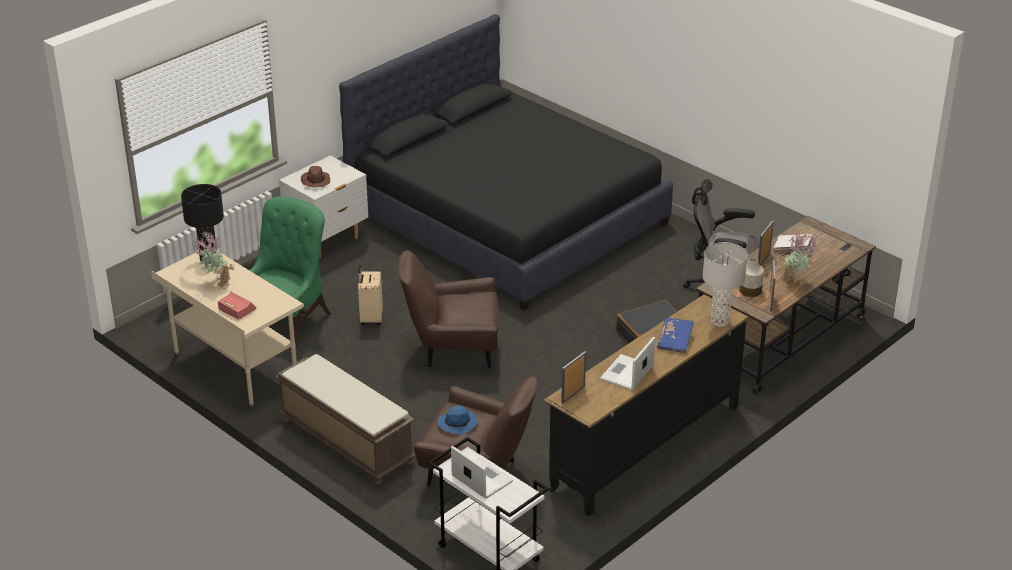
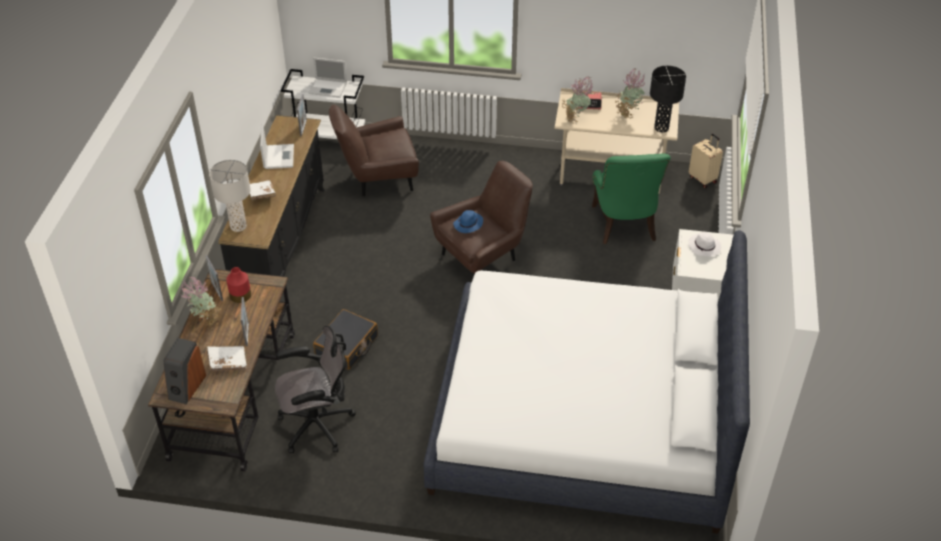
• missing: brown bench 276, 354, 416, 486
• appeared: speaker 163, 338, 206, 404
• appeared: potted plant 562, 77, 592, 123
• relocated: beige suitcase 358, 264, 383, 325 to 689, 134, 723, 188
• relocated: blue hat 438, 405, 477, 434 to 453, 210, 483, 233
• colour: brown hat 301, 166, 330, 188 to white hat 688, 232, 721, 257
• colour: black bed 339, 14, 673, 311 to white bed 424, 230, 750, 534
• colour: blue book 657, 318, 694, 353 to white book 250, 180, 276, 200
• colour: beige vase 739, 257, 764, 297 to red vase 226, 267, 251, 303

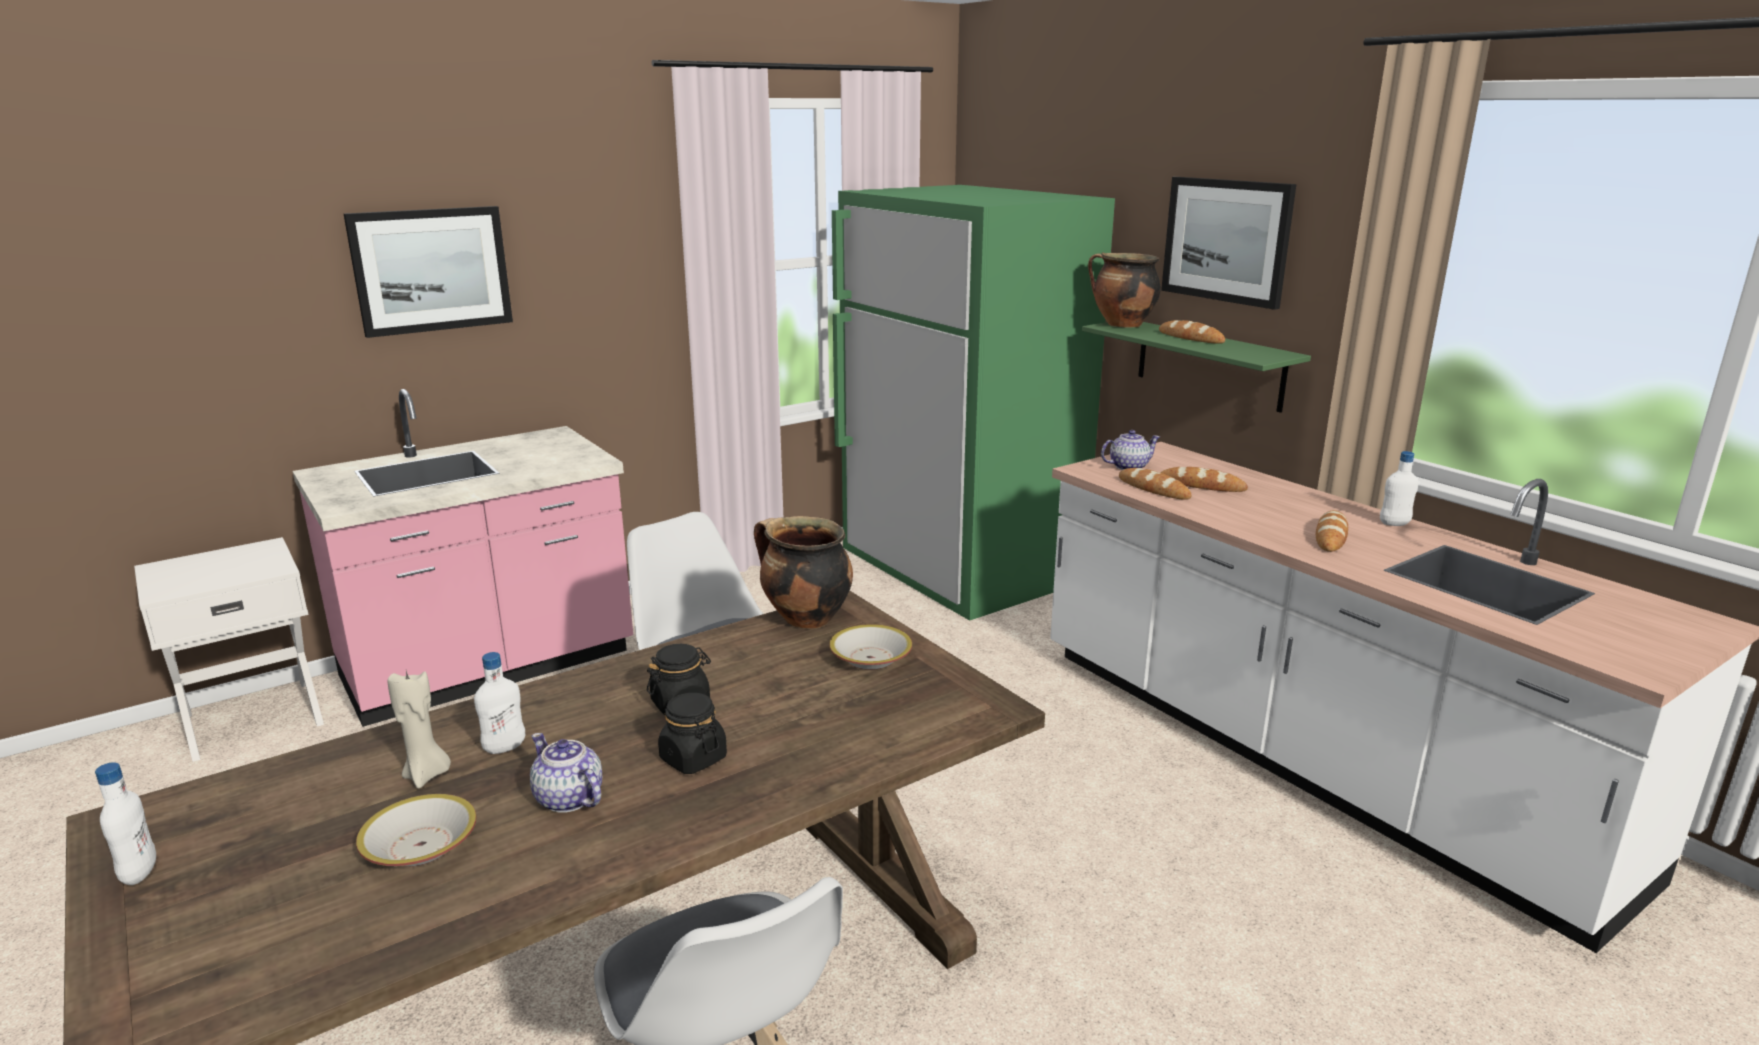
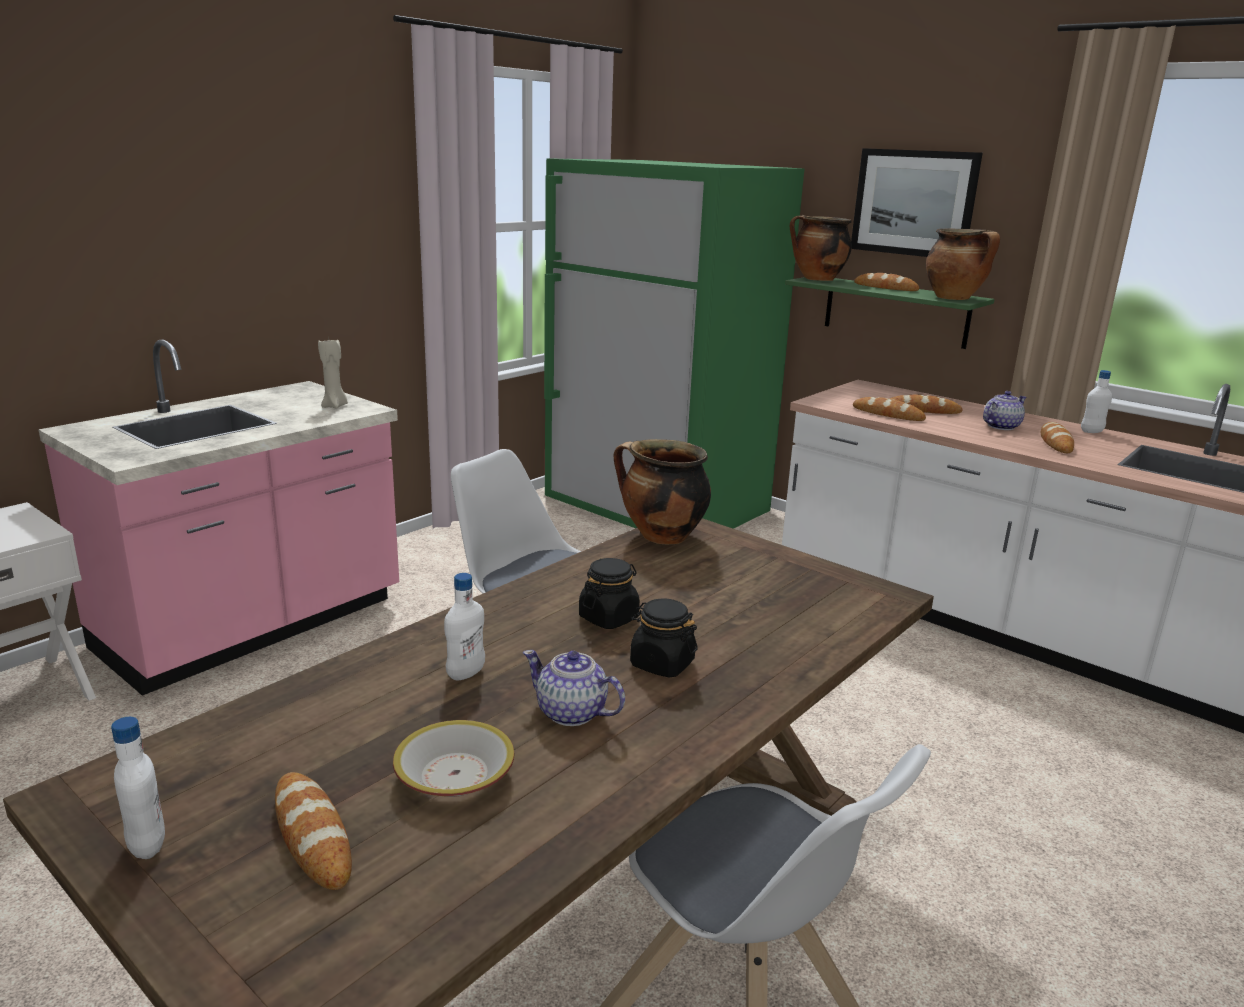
• missing: picture 344, 206, 513, 338
• missing: bowl 829, 624, 912, 670
• appeared: bread 275, 772, 352, 890
• appeared: cooking pot 926, 229, 1000, 300
• relocated: beige candle 388, 671, 451, 789 to 318, 336, 348, 409
• relocated: teapot 1101, 430, 1160, 470 to 983, 391, 1027, 430

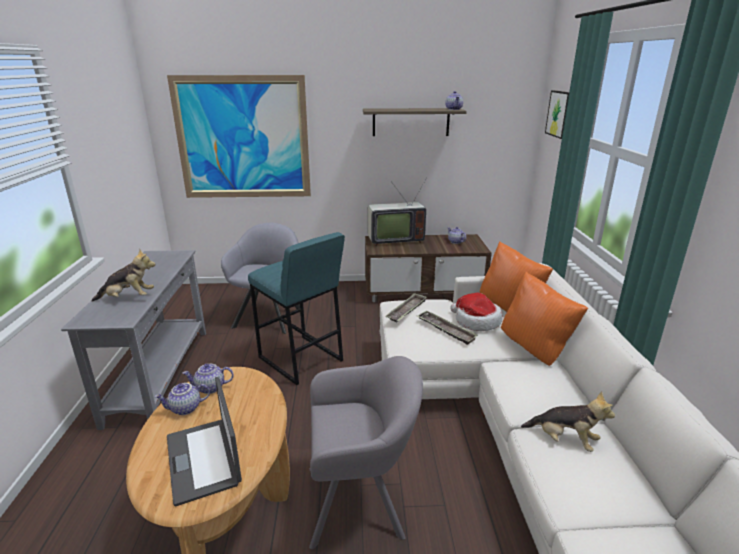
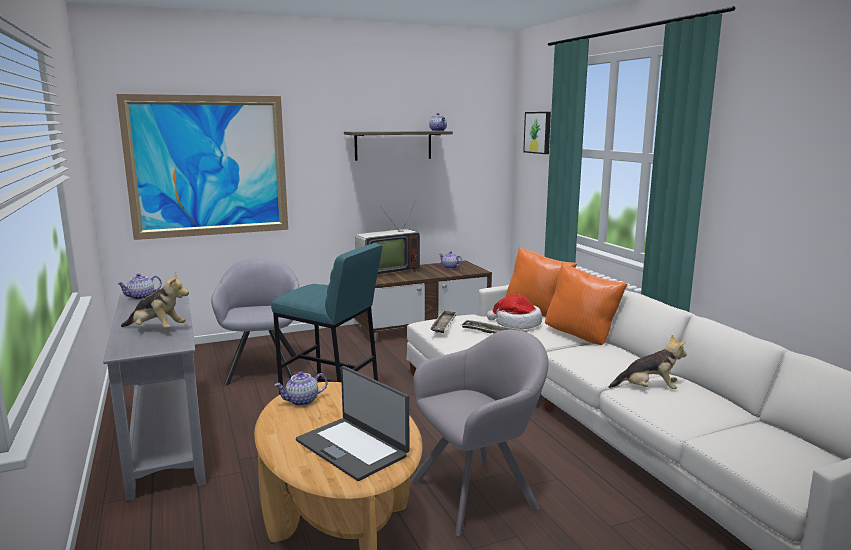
• relocated: teapot 154, 383, 210, 415 to 117, 274, 162, 300
• spun: plush toy 92, 250, 156, 302 = 121, 274, 189, 328 45 degrees clockwise

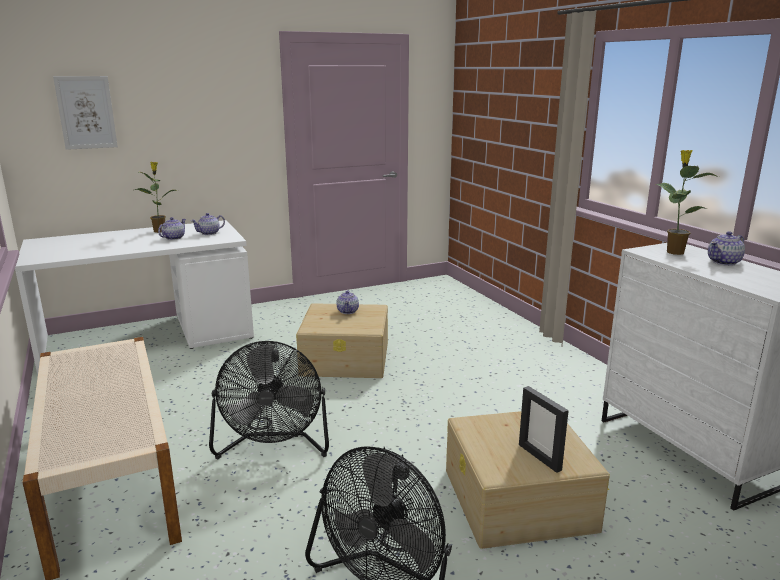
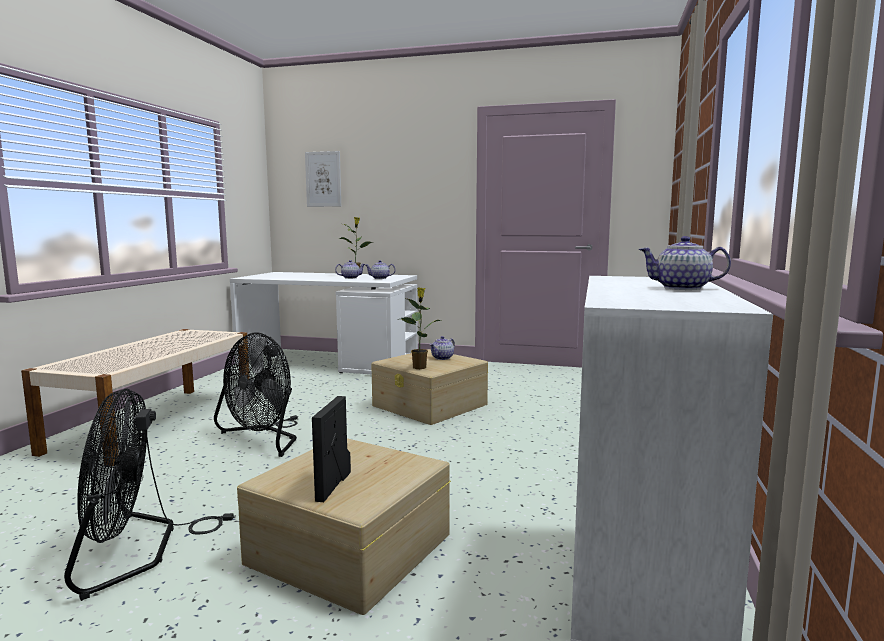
• relocated: potted plant 656, 150, 719, 255 to 401, 287, 442, 369

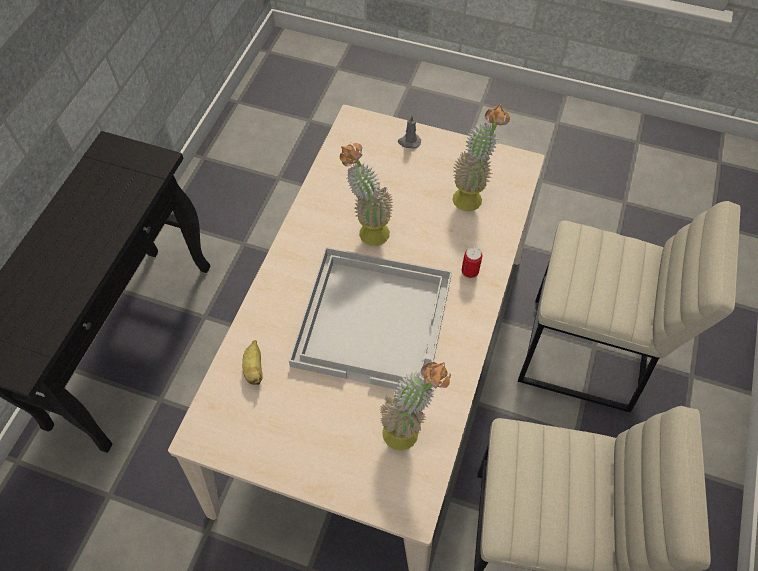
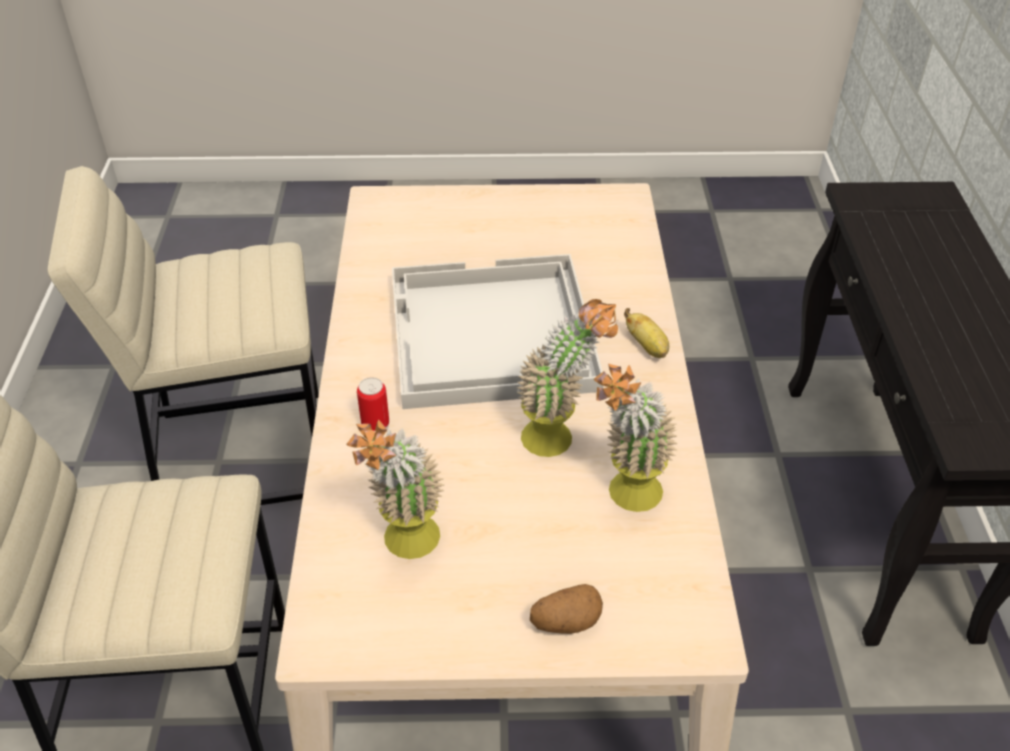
• relocated: banana 242, 340, 263, 385 to 624, 308, 669, 358
• relocated: potted plant 380, 362, 451, 451 to 594, 363, 678, 512
• exchanged: grey candle 398, 115, 421, 149 to potato 530, 584, 603, 634

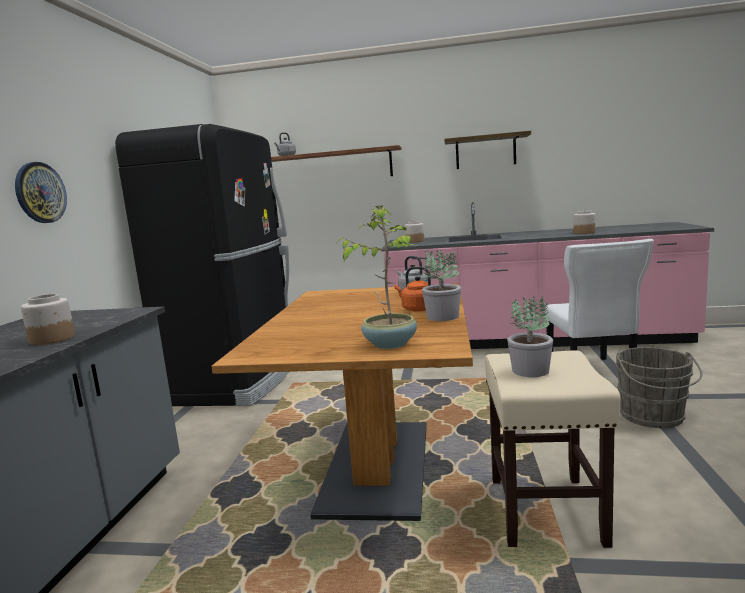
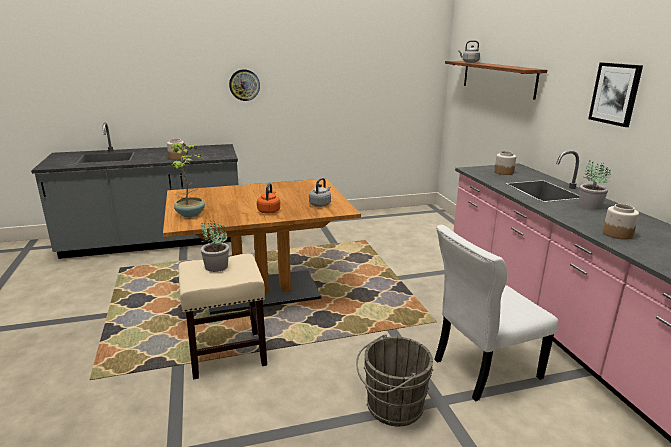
• missing: black fridge 115, 124, 289, 406
• relocated: potted plant 422, 249, 461, 321 to 579, 160, 611, 209
• exchanged: shelf 444, 131, 531, 169 to picture 588, 63, 643, 127

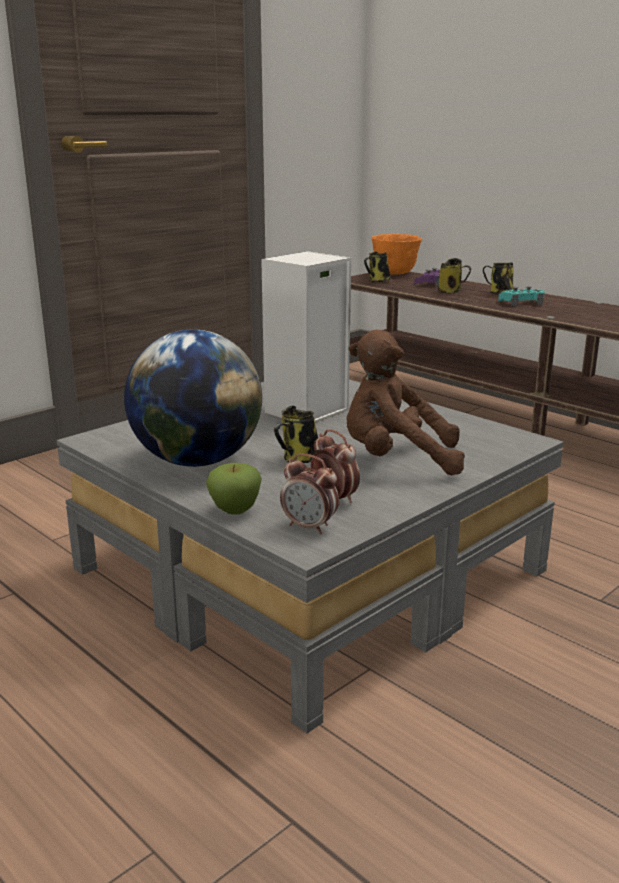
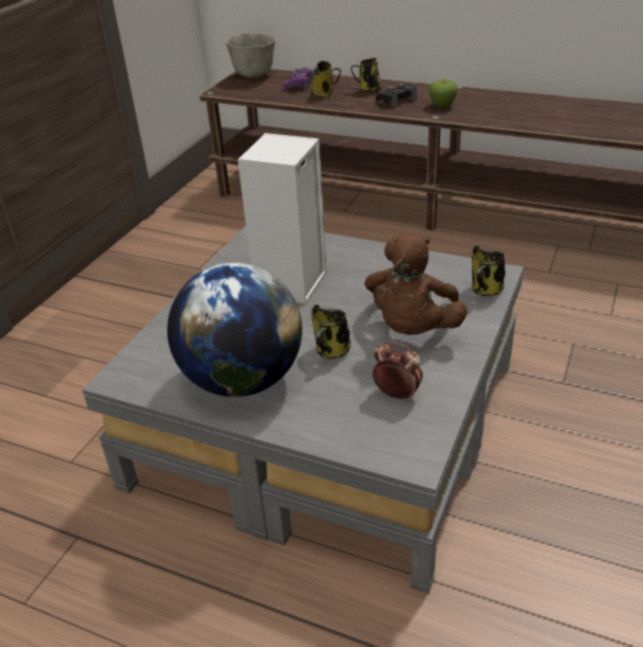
• missing: alarm clock 280, 454, 339, 534
• relocated: apple 206, 463, 262, 515 to 429, 79, 458, 108
• relocated: mug 364, 252, 391, 282 to 471, 246, 505, 296
• colour: orange bowl 371, 234, 422, 274 to grey bowl 226, 32, 276, 78
• colour: turquoise game controller 498, 286, 545, 306 to black game controller 376, 83, 417, 107
• spun: brown plush toy 346, 330, 465, 475 = 365, 233, 467, 335 60 degrees counterclockwise

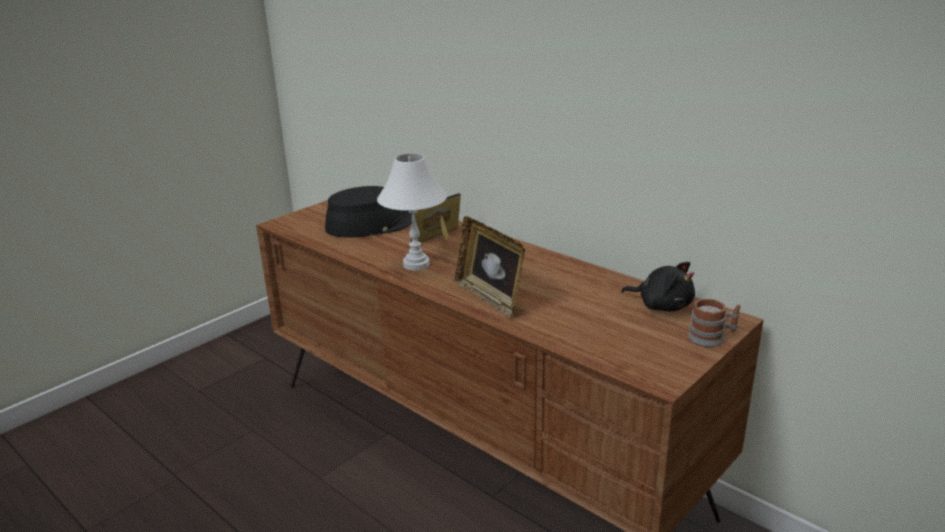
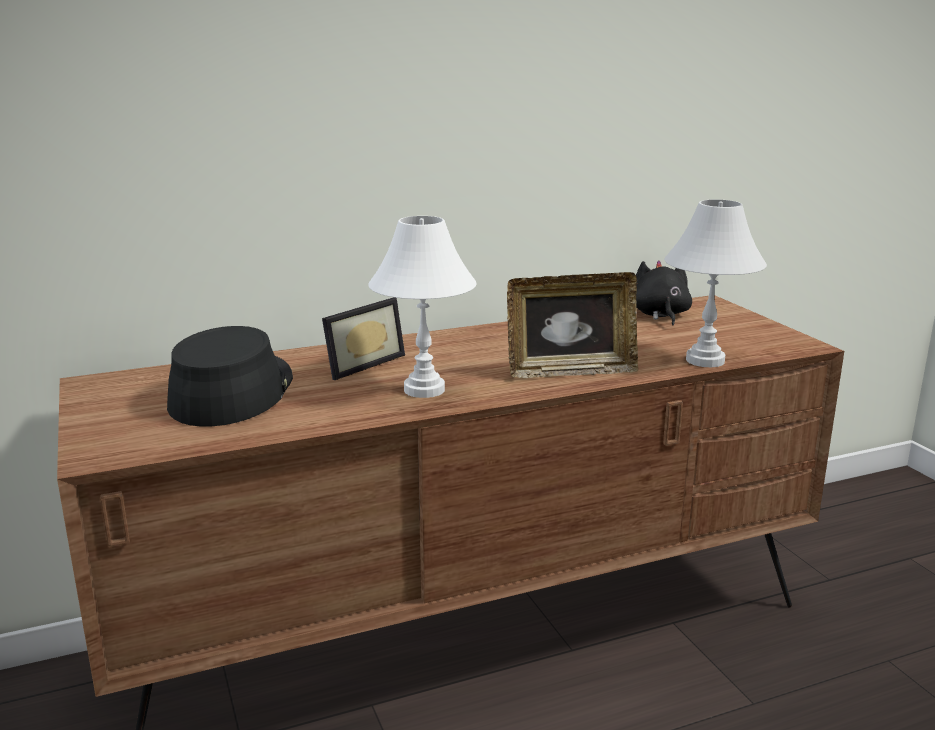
• missing: mug 688, 299, 741, 347
• appeared: white table lamp 664, 199, 767, 367
• spun: picture frame 411, 193, 461, 242 = 322, 297, 405, 380 120 degrees counterclockwise
• spun: black plush toy 621, 262, 695, 311 = 636, 260, 692, 325 60 degrees counterclockwise

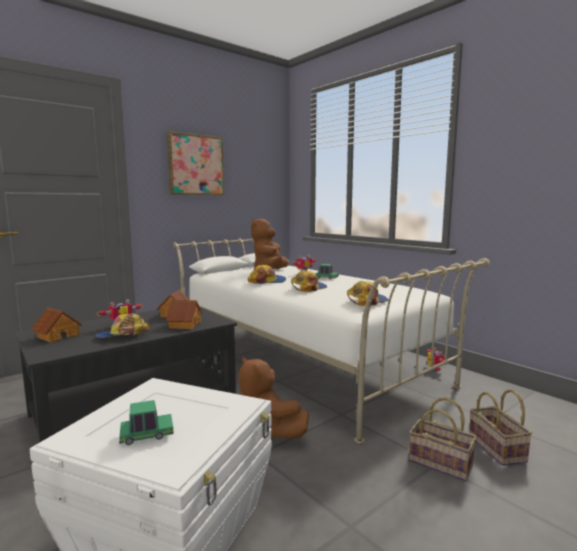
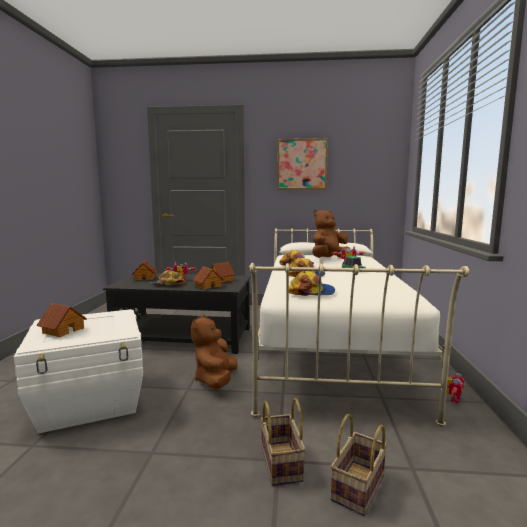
• exchanged: toy car 119, 400, 174, 445 to toy house 37, 303, 87, 337

